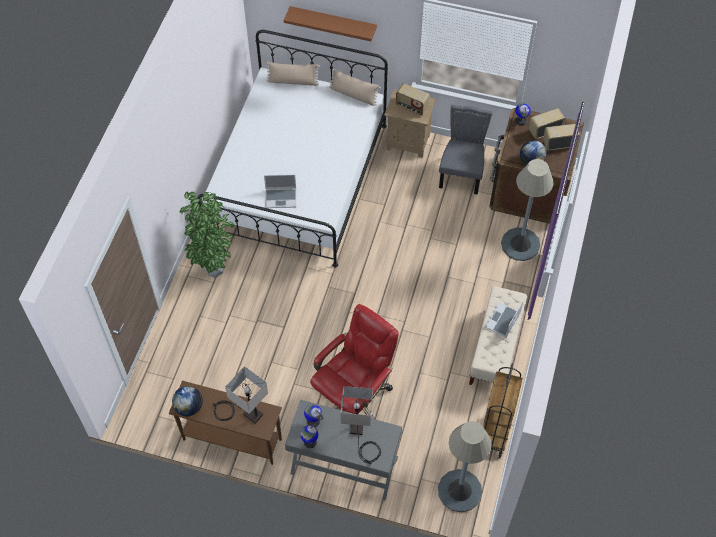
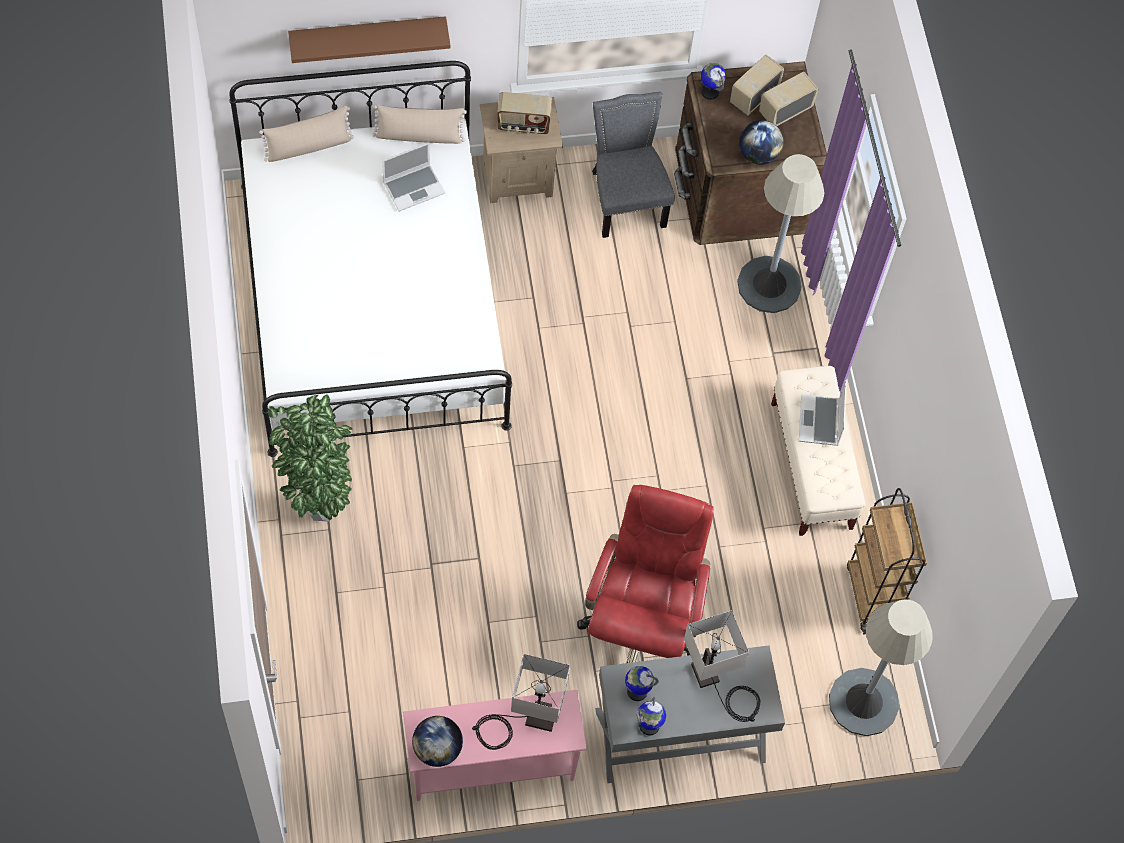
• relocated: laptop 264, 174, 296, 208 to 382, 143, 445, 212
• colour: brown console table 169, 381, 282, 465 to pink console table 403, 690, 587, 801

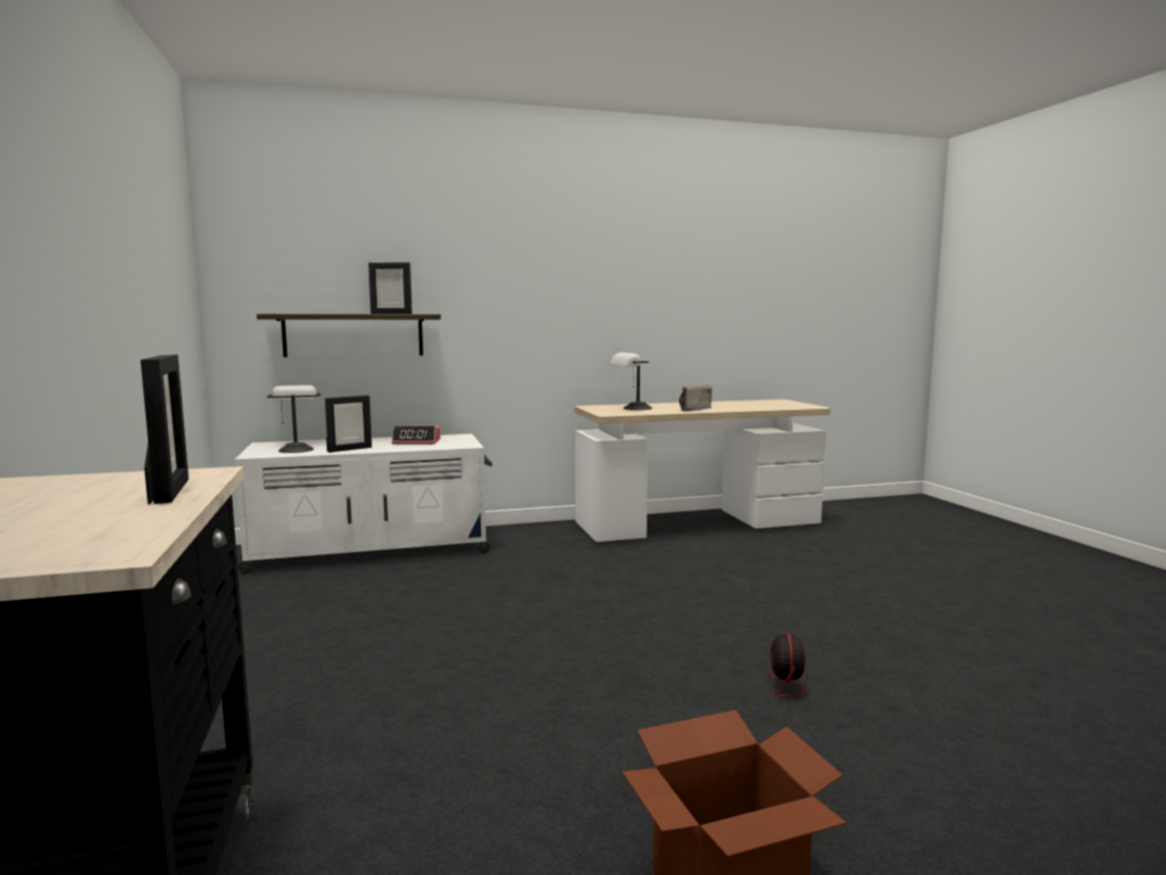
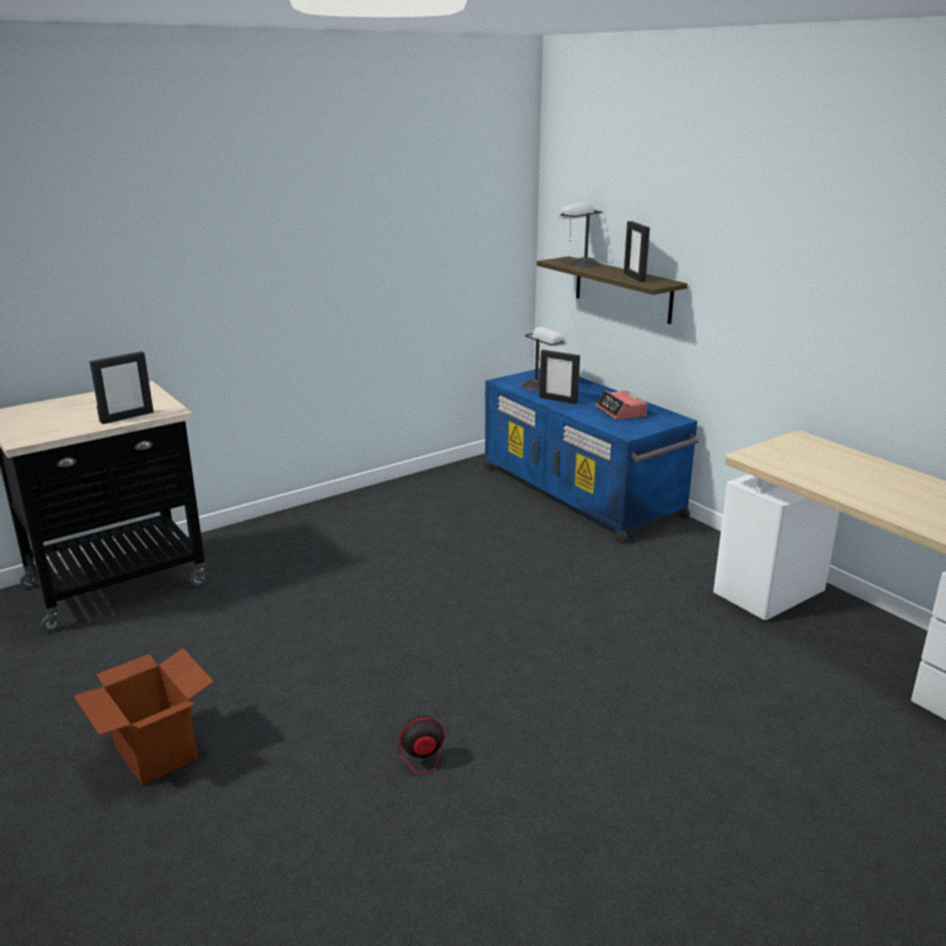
• missing: radio 679, 385, 712, 412
• relocated: table lamp 610, 352, 653, 410 to 557, 203, 602, 268
• colour: white cabinet 235, 434, 492, 574 to blue cabinet 483, 368, 698, 543

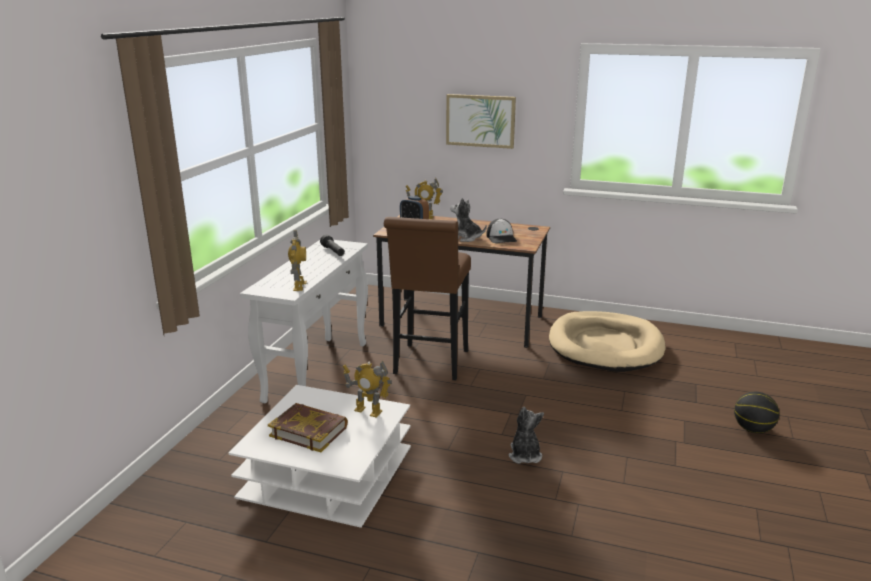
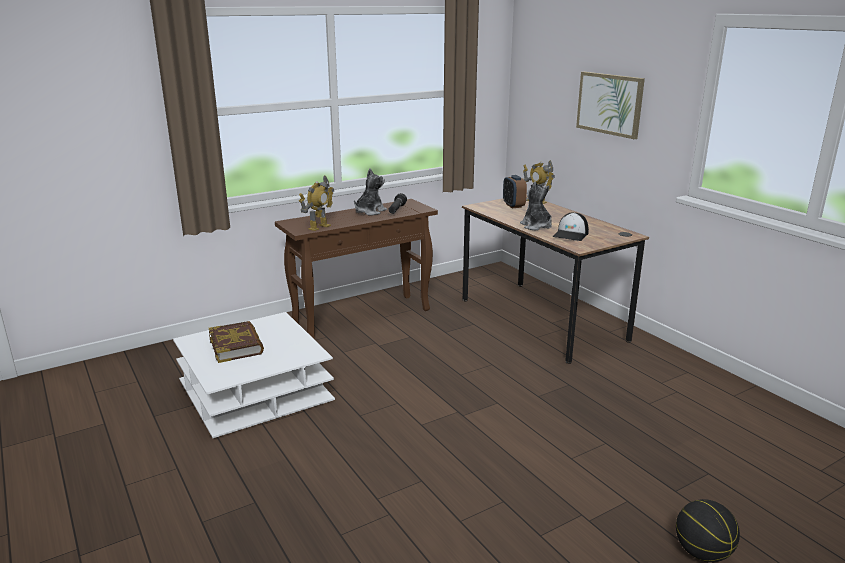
• missing: toy robot 343, 361, 392, 418
• missing: brown stool 384, 217, 471, 380
• missing: beige dog bed 549, 311, 665, 372
• relocated: plush toy 508, 407, 544, 463 to 354, 168, 387, 215
• colour: white console table 240, 240, 368, 404 to brown console table 275, 199, 438, 339

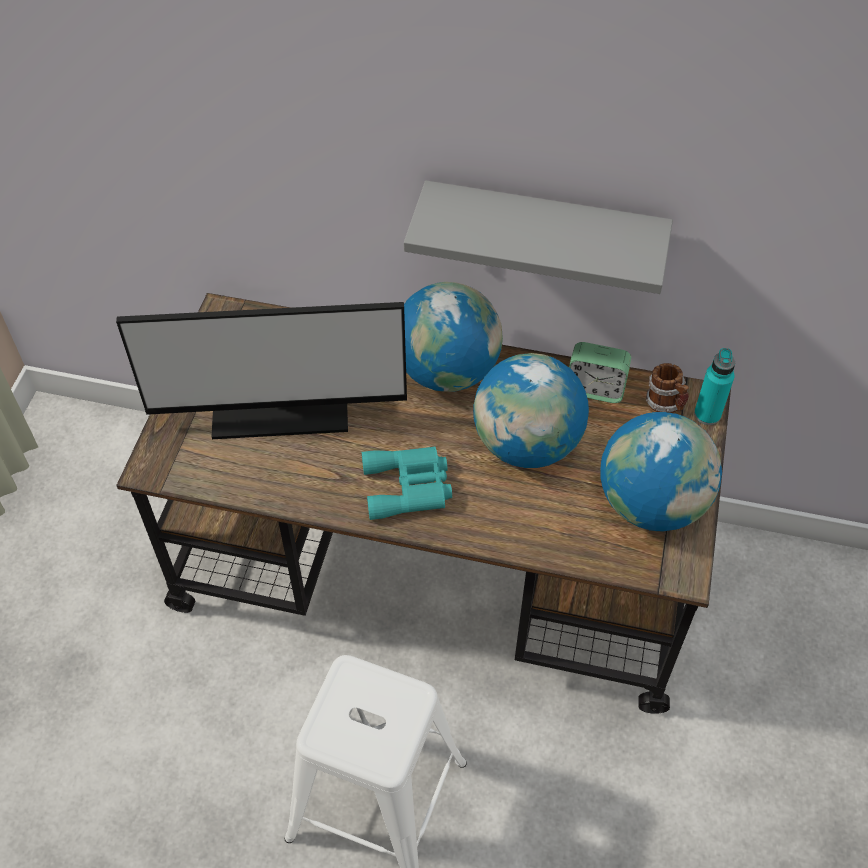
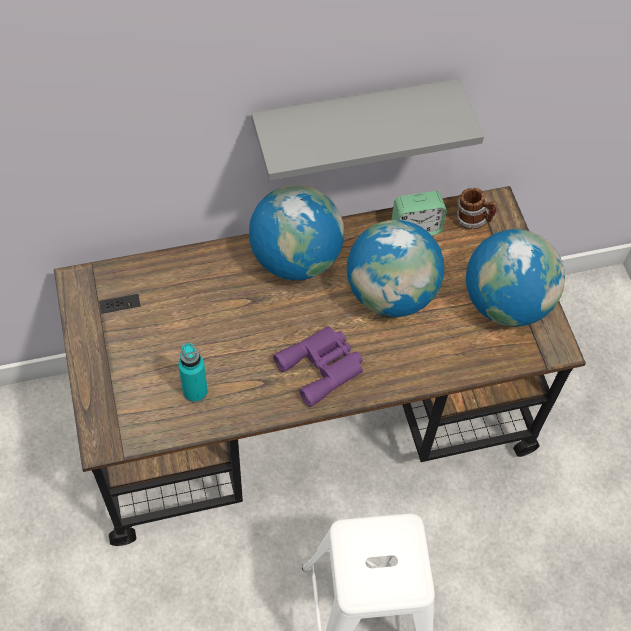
• missing: monitor 116, 302, 407, 439
• relocated: turquoise bottle 694, 348, 735, 425 to 178, 343, 208, 402
• colour: turquoise binoculars 362, 447, 452, 520 to purple binoculars 273, 326, 363, 407

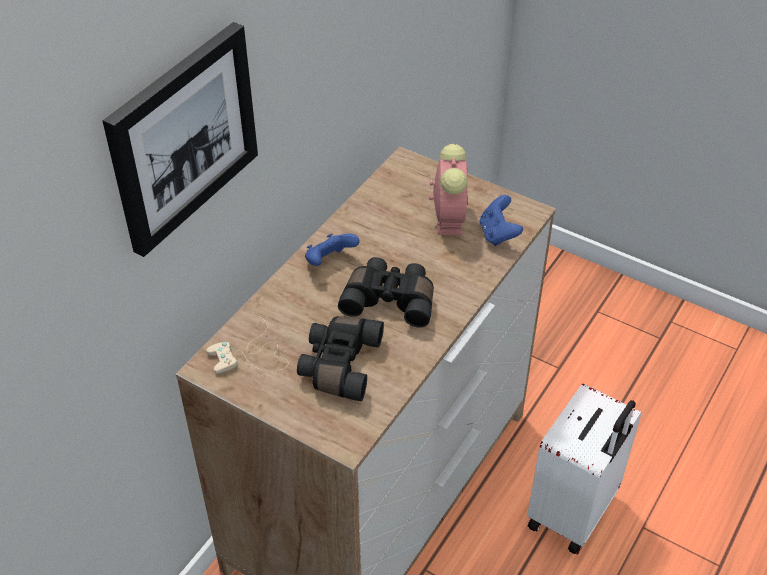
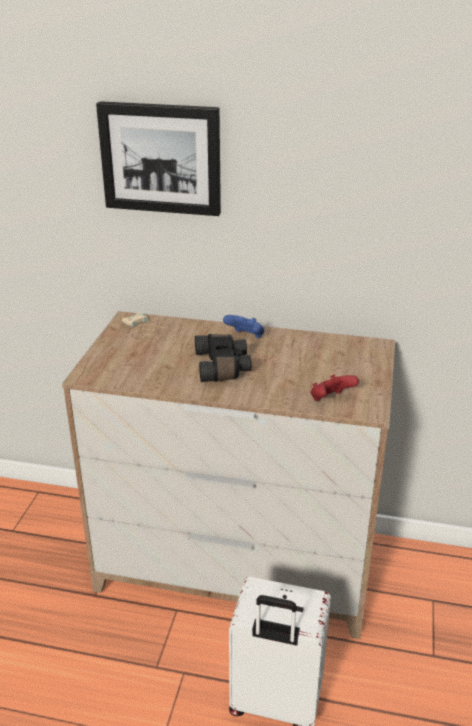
• missing: black binoculars 297, 316, 384, 401
• missing: alarm clock 429, 144, 468, 235
• colour: blue game controller 480, 195, 523, 246 to red game controller 310, 375, 359, 401

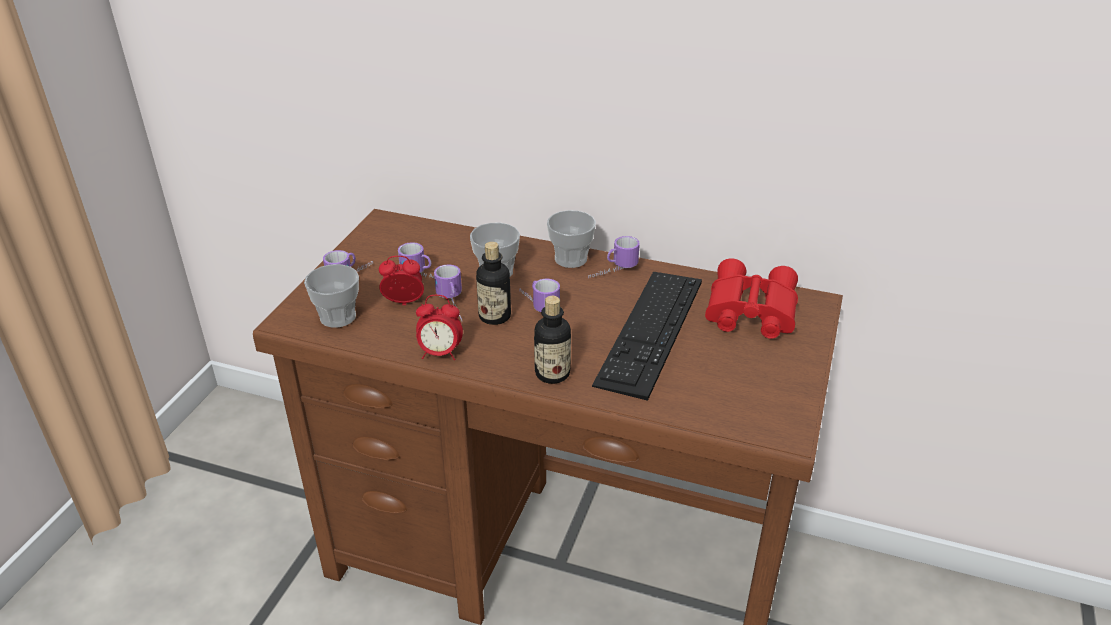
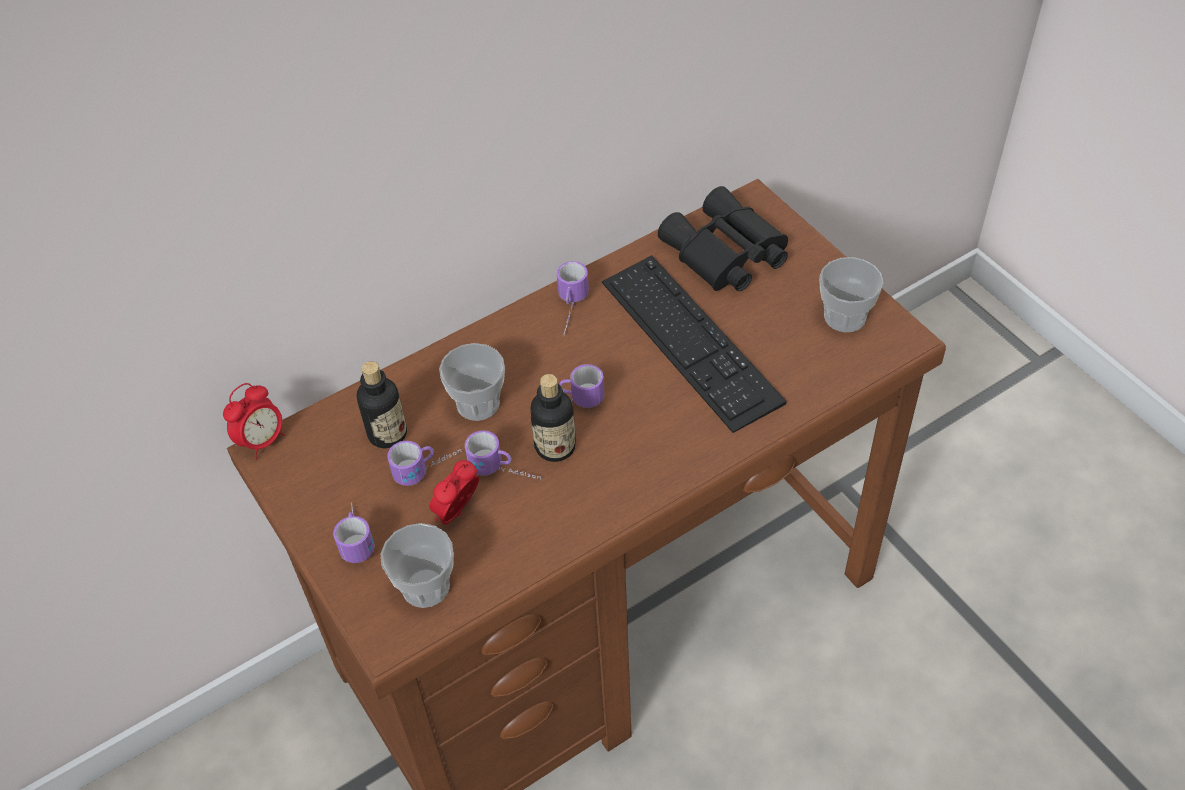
• relocated: alarm clock 416, 294, 463, 360 to 223, 383, 285, 459
• relocated: bottle 534, 296, 571, 384 to 357, 361, 407, 448
• relocated: cup 547, 210, 596, 268 to 819, 257, 884, 332
• colour: red binoculars 705, 258, 798, 339 to black binoculars 658, 186, 788, 291

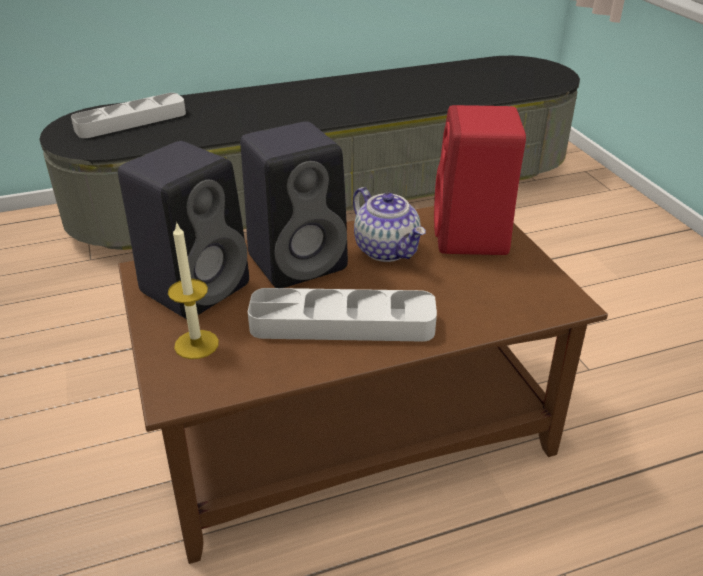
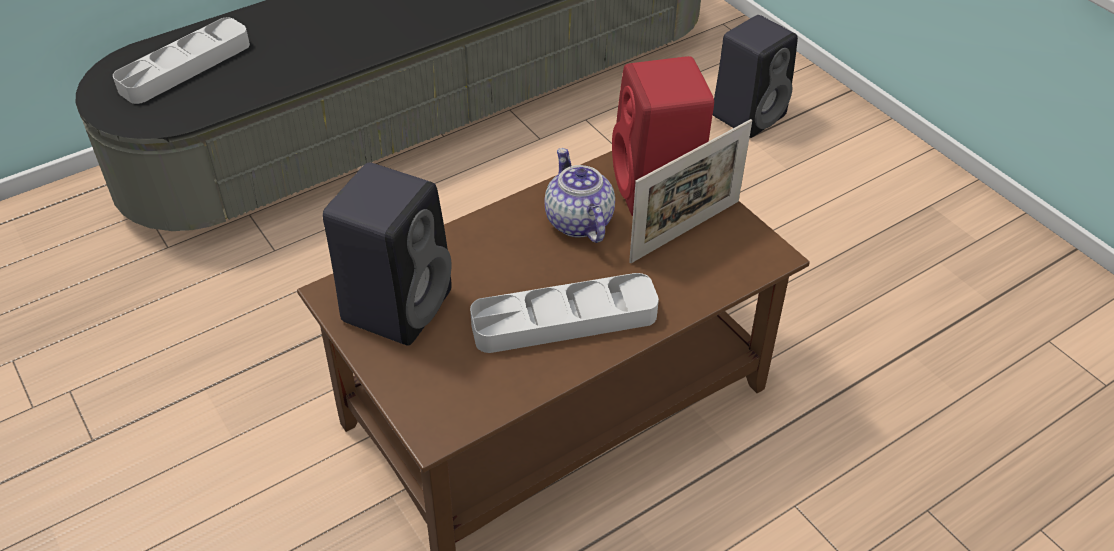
• missing: candle 168, 221, 219, 359
• appeared: picture frame 629, 119, 752, 263
• relocated: black speaker 240, 122, 348, 288 to 713, 15, 798, 138
• spun: teapot 353, 187, 426, 262 = 544, 148, 615, 243 150 degrees counterclockwise

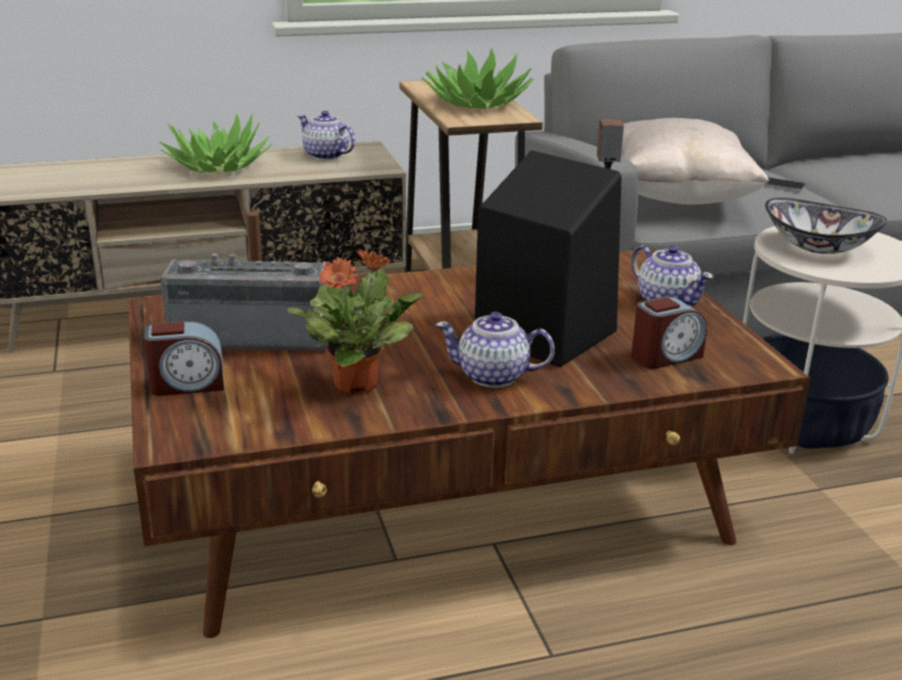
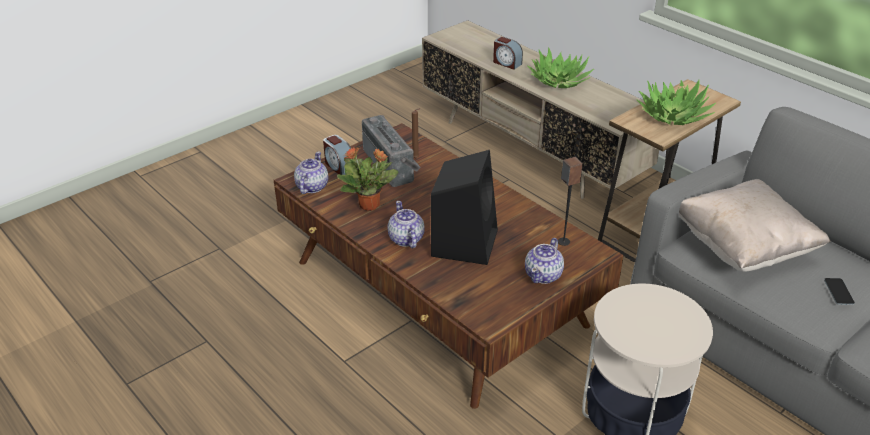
• missing: bowl 765, 198, 887, 254
• relocated: teapot 298, 111, 355, 160 to 294, 152, 329, 194
• relocated: alarm clock 631, 296, 707, 369 to 493, 37, 523, 70

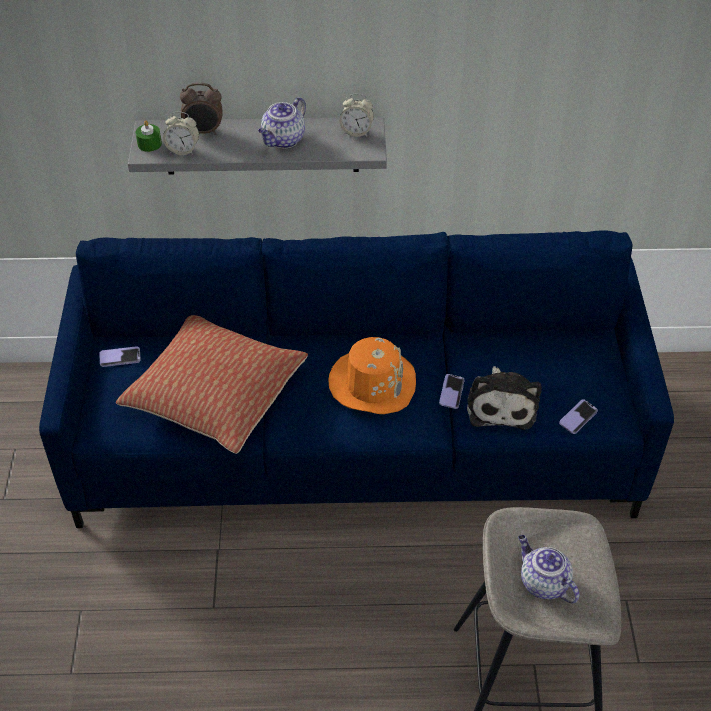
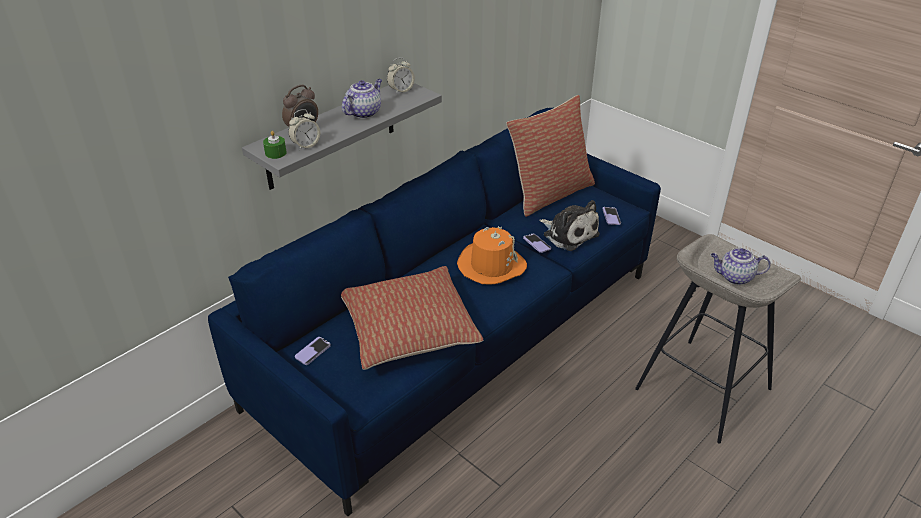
• appeared: pillow 506, 95, 595, 217
• spun: teapot 258, 97, 306, 148 = 342, 79, 382, 119 135 degrees counterclockwise

